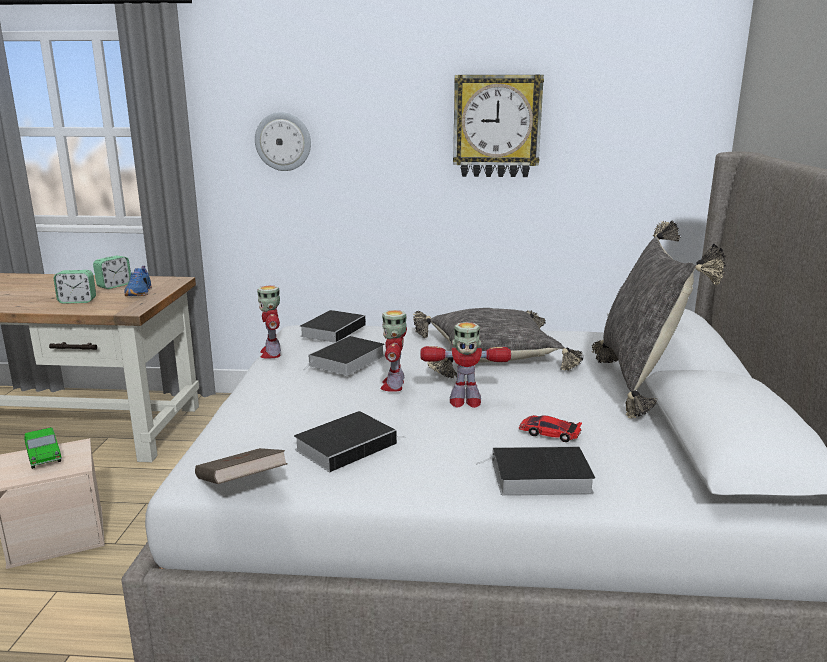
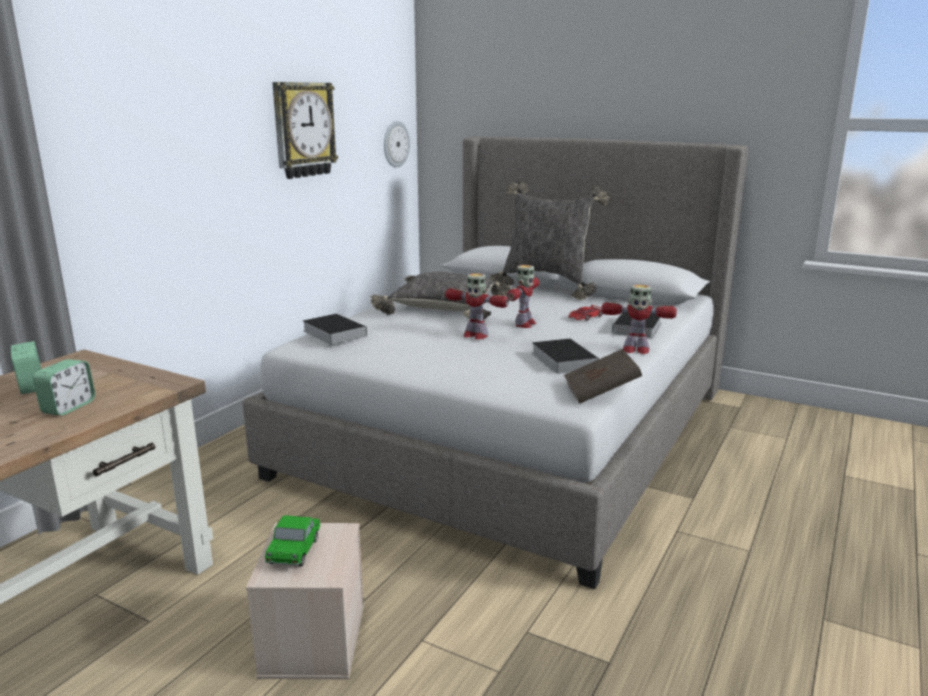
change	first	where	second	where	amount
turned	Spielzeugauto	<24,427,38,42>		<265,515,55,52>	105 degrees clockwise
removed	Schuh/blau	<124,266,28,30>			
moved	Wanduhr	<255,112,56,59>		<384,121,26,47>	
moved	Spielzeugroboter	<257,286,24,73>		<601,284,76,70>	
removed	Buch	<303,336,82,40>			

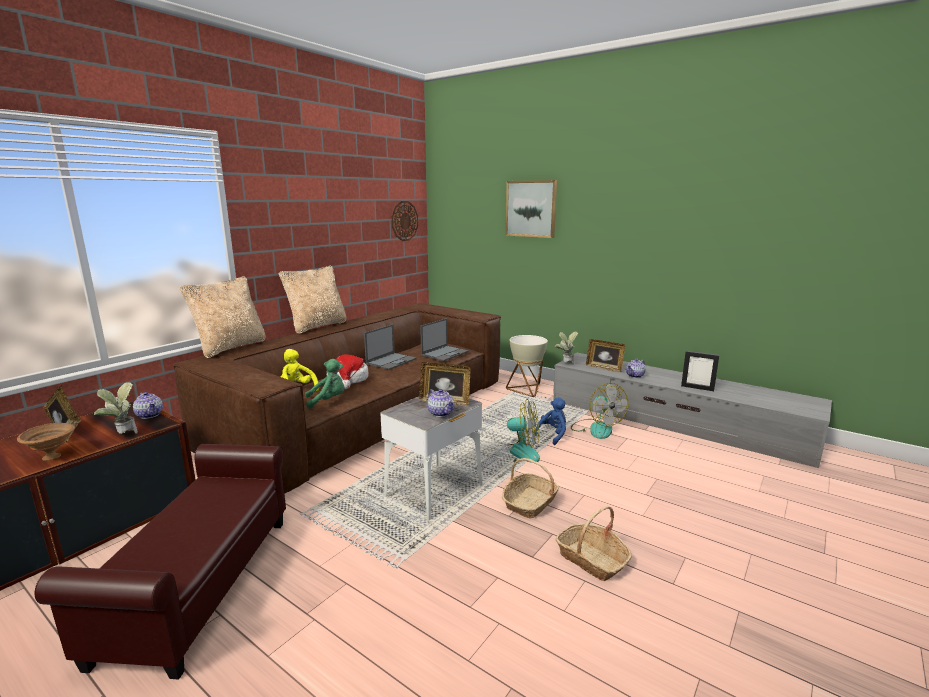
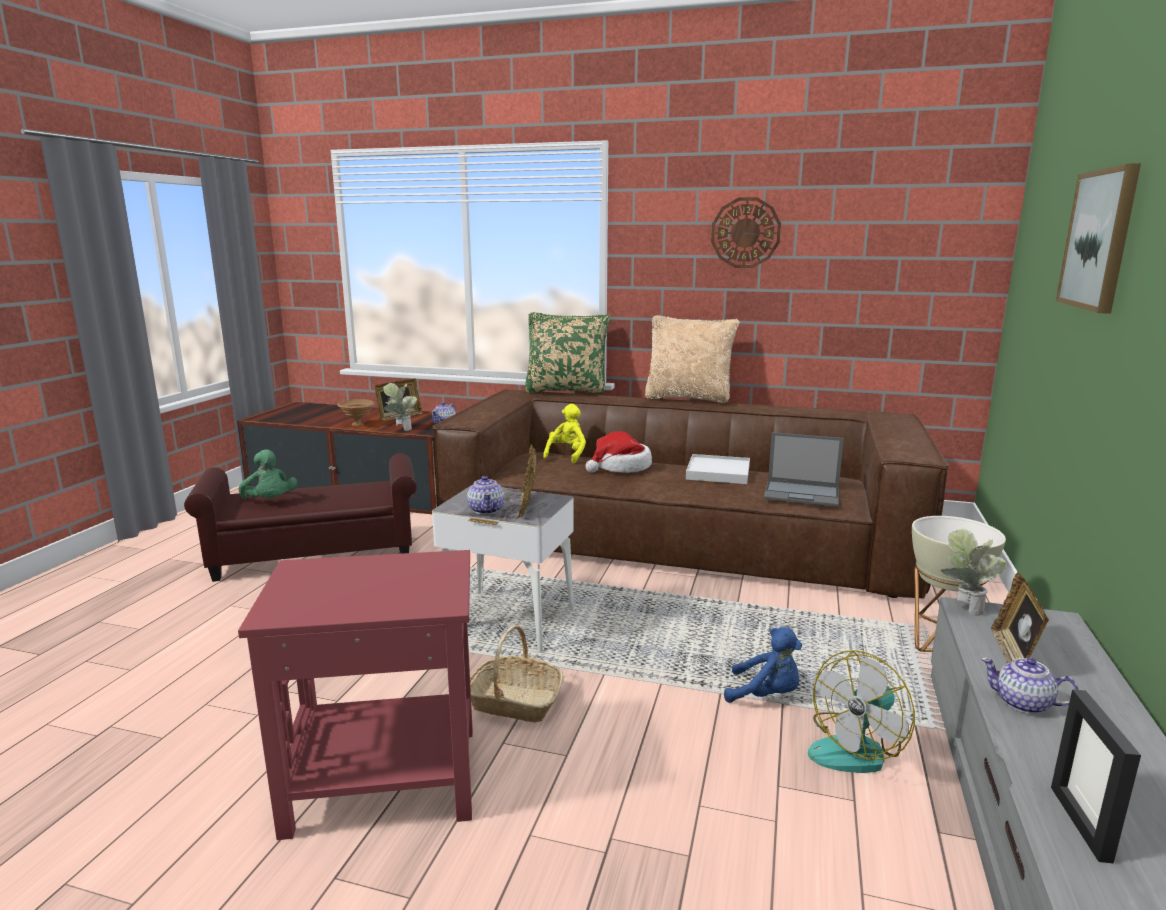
change	first	where	second	where	amount
recoloured	Kissen/beige	<180,276,86,82>	Kissen/grün	<525,312,86,83>	
moved	Plüschtier/grün	<305,359,40,50>		<239,449,58,51>	
replaced	Laptop	<364,324,53,46>	Tablett/weiß	<686,454,64,30>	
moved	Wanduhr	<391,201,27,40>		<711,197,70,71>	
turned	Teekanne	<428,389,26,28>		<467,476,37,39>	45 degrees counterclockwise
removed	Ventilator	<496,399,44,64>			
replaced	Korb	<555,506,77,75>	Beistelltisch/rot	<238,550,235,290>	

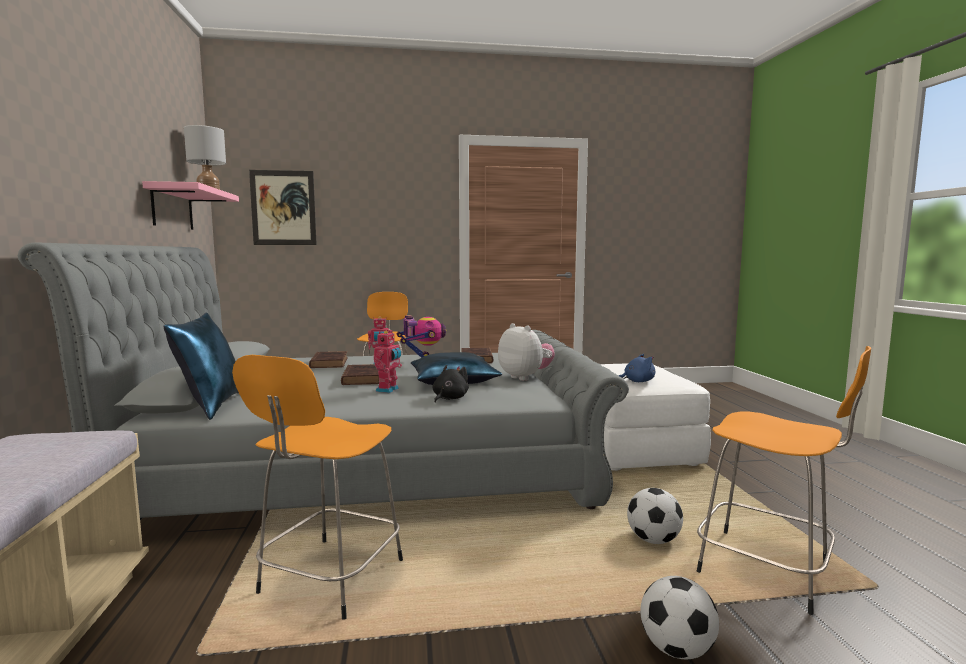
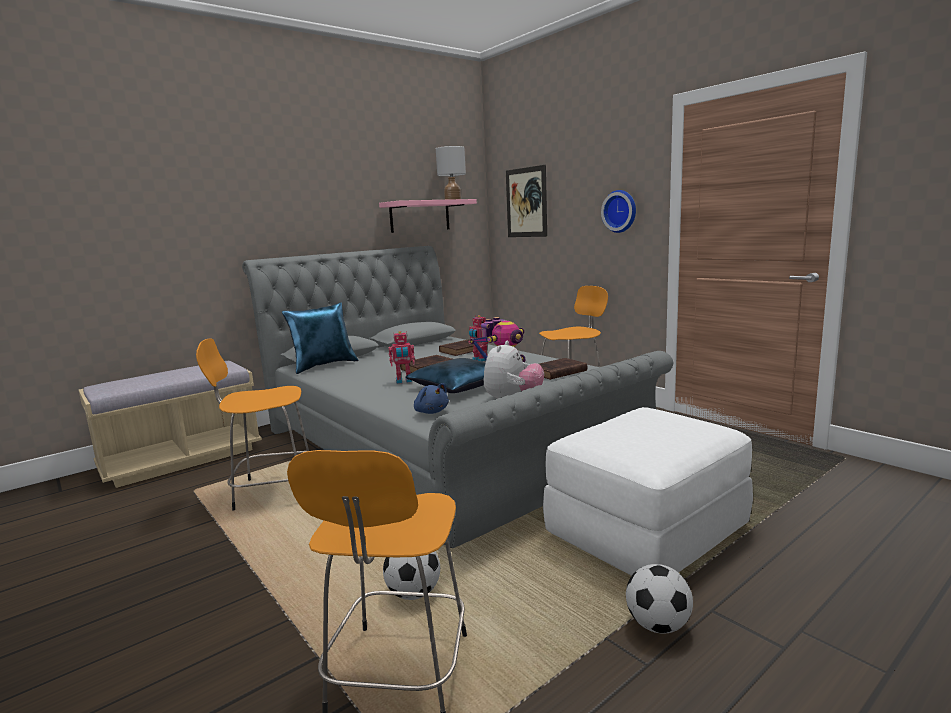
change	first	where	second	where	amount
removed	Plüschtier/schwarz	<432,365,37,38>			
moved	Plüschtier/blau	<618,354,37,28>		<414,383,35,31>	
moved	Fußball	<640,576,79,83>		<626,564,67,70>	
added			Wanduhr	<601,190,35,43>	

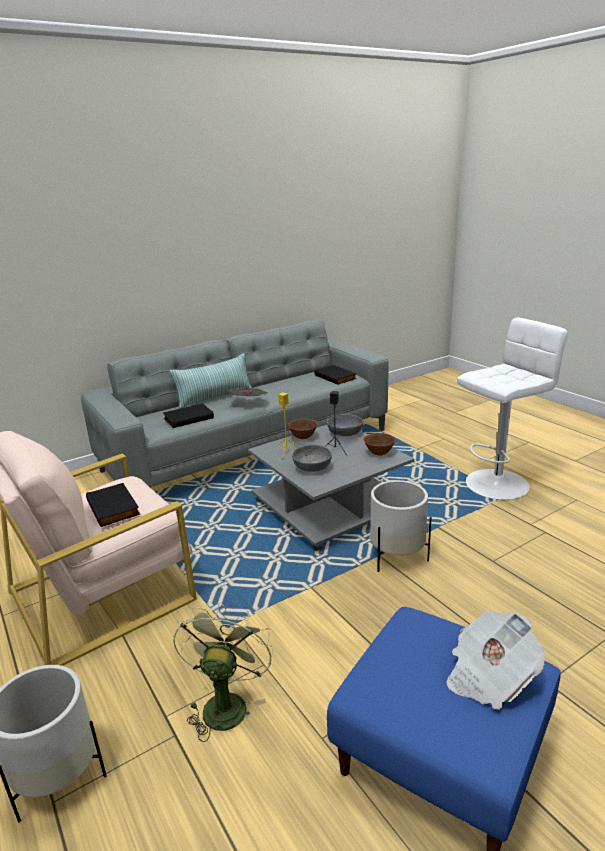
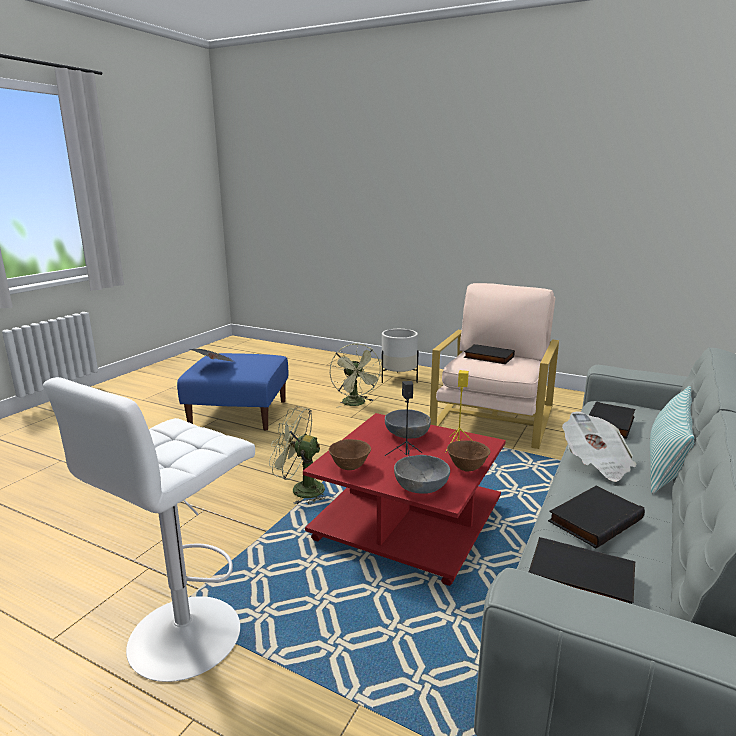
change	first	where	second	where	amount
recoloured	Couchtisch/grau	<248,425,166,126>	Couchtisch/rot	<303,413,203,173>	
replaced	Pflanzkübel/weiß	<370,480,62,92>	Ventilator/grün	<269,406,62,99>	
added			Buch/schwarz	<548,486,97,62>	

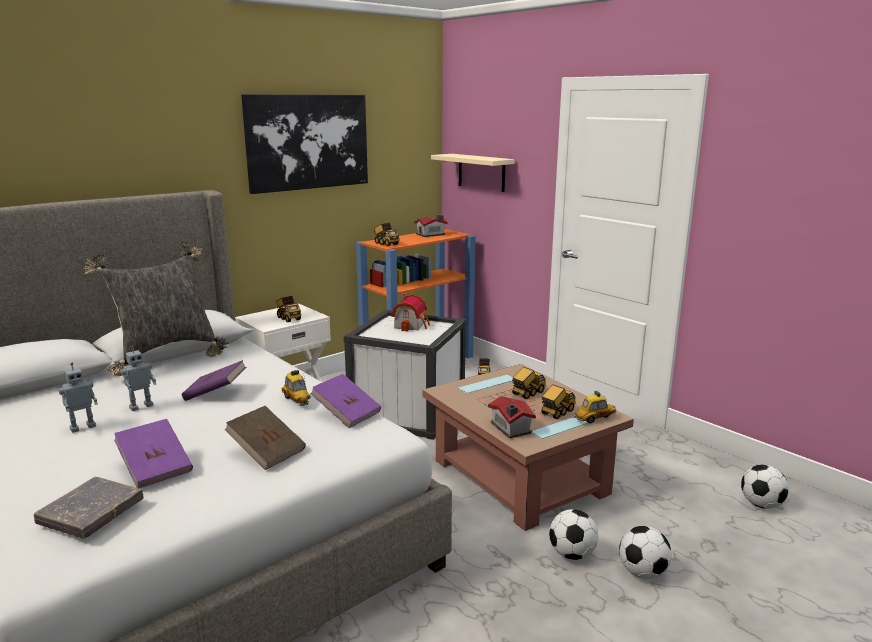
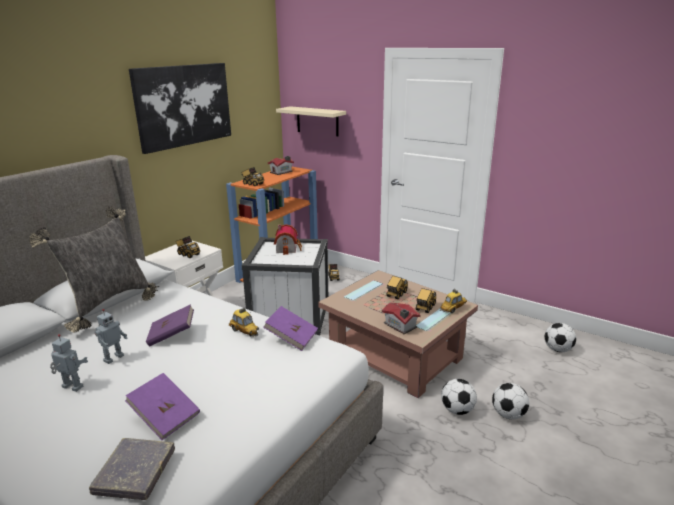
change	first	where	second	where	amount
turned	Spielzeugroboter	<58,362,40,71>		<50,334,38,58>	105 degrees counterclockwise
removed	Buch/braun	<225,406,81,64>			

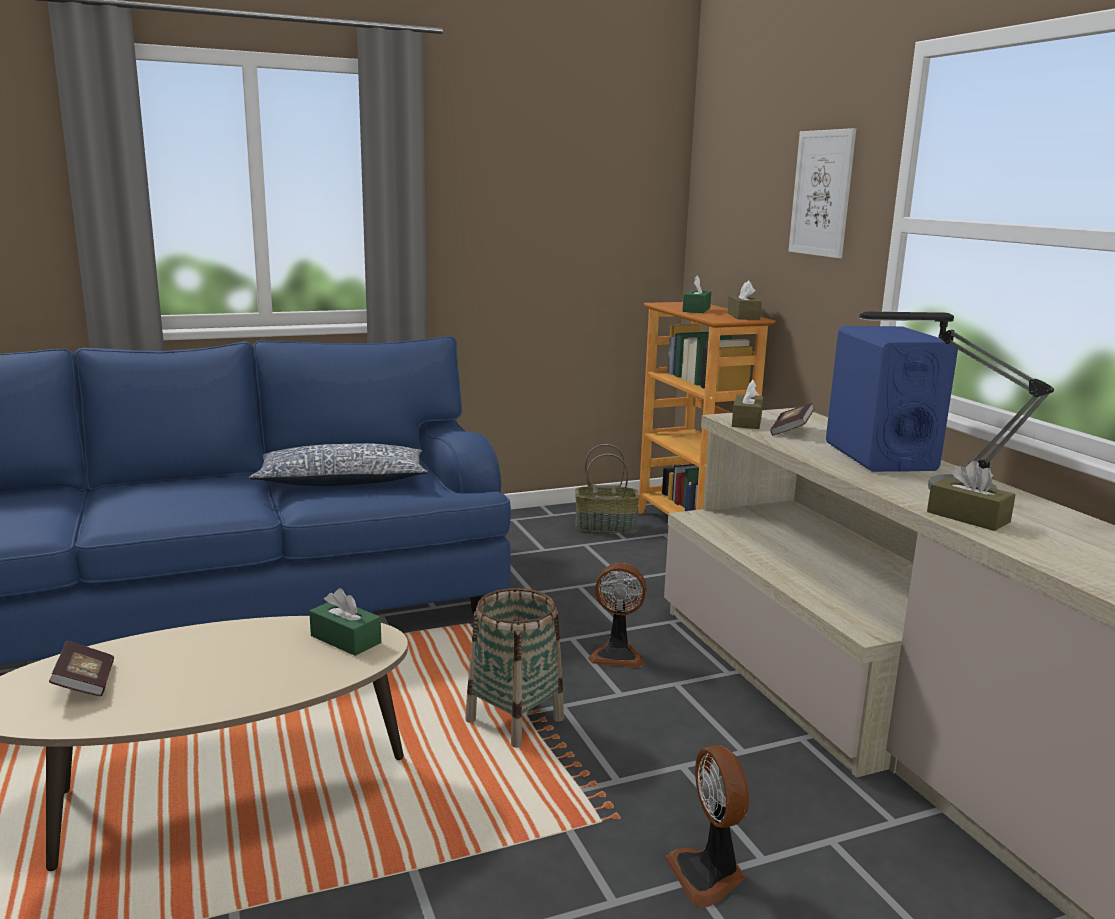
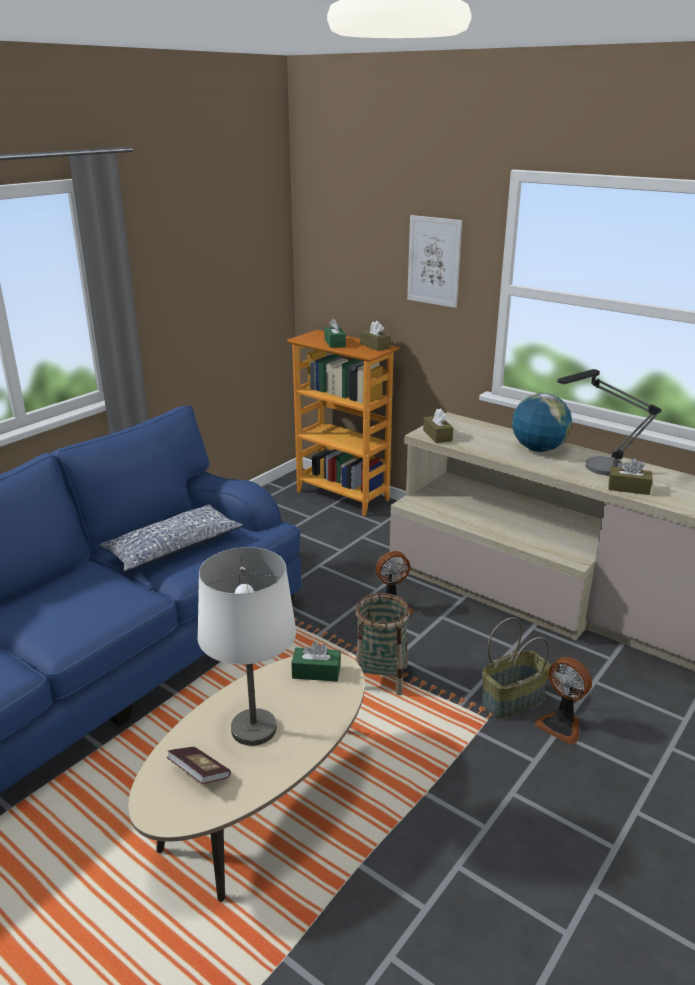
change	first	where	second	where	amount
moved	Korb	<575,444,65,89>		<481,617,70,102>	
removed	Buch	<770,403,45,32>			
replaced	Lautsprecher/blau	<826,326,132,146>	Globus	<512,393,60,59>	
added			Tischlampe/weiß	<197,547,99,199>	

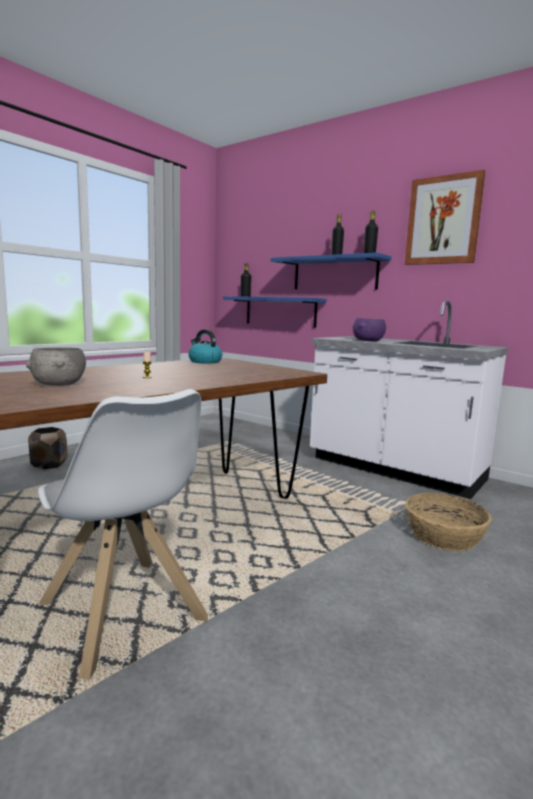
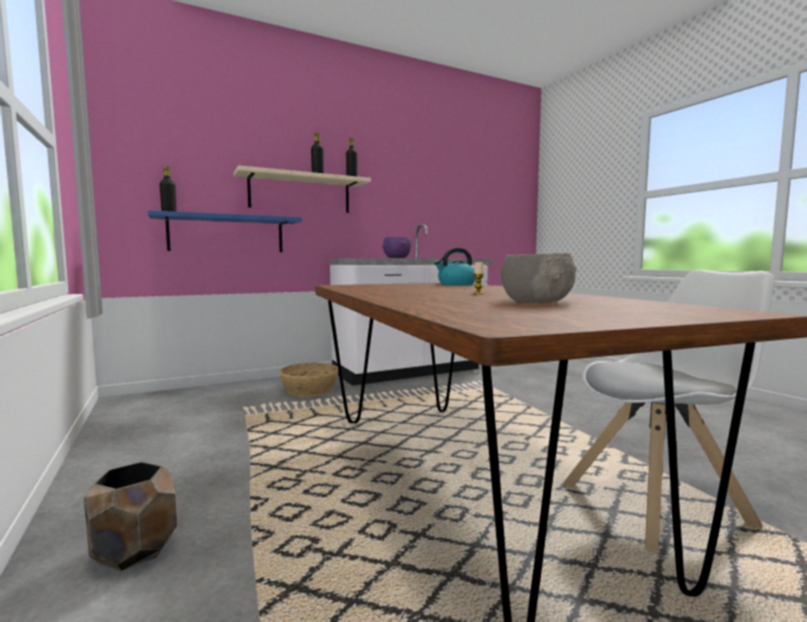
change	first	where	second	where	amount
moved	Wasserkessel	<188,329,34,35>		<434,248,42,37>	
recoloured	Wandregal/blau	<270,252,122,38>	Wandregal/beige	<234,165,137,48>	
removed	Bild	<405,170,81,95>			
moved	Korb	<405,493,87,58>		<279,363,59,34>	

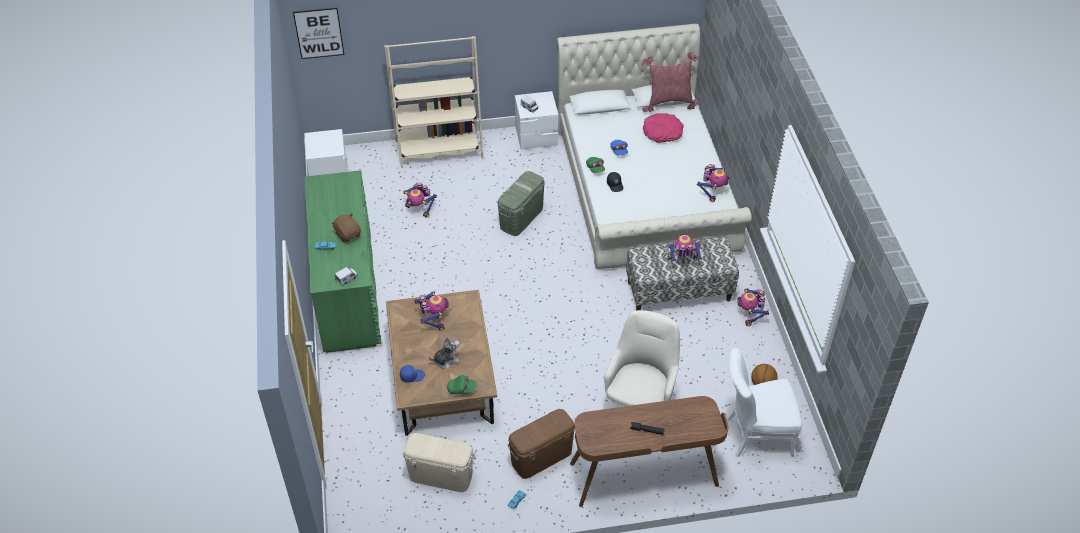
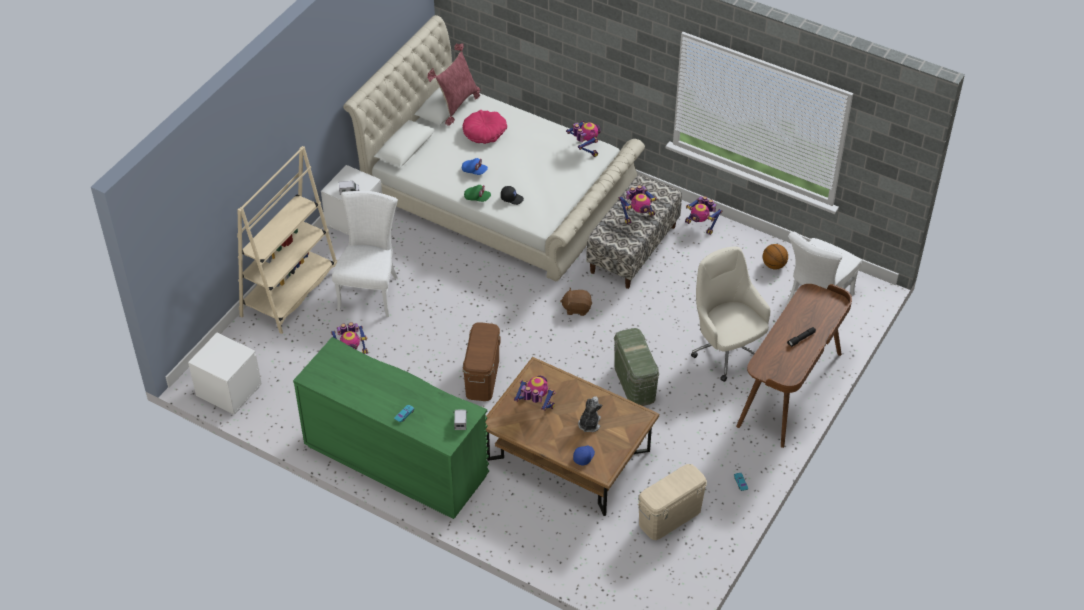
change	first	where	second	where	amount
removed	Bild	<293,8,51,51>			
moved	Plüschtier/braun	<331,213,30,30>		<560,288,32,28>	
removed	Kappe/grün	<447,375,30,19>			
moved	Aufbewahrungsbox/grün	<497,171,48,65>		<614,328,45,78>	
moved	Aufbewahrungsbox/braun	<507,409,68,70>		<463,322,37,79>	
turned	Spielzeugroboter	<667,234,35,27>		<618,185,39,39>	150 degrees counterclockwise
added			Stuhl/weiß	<332,191,66,126>	

